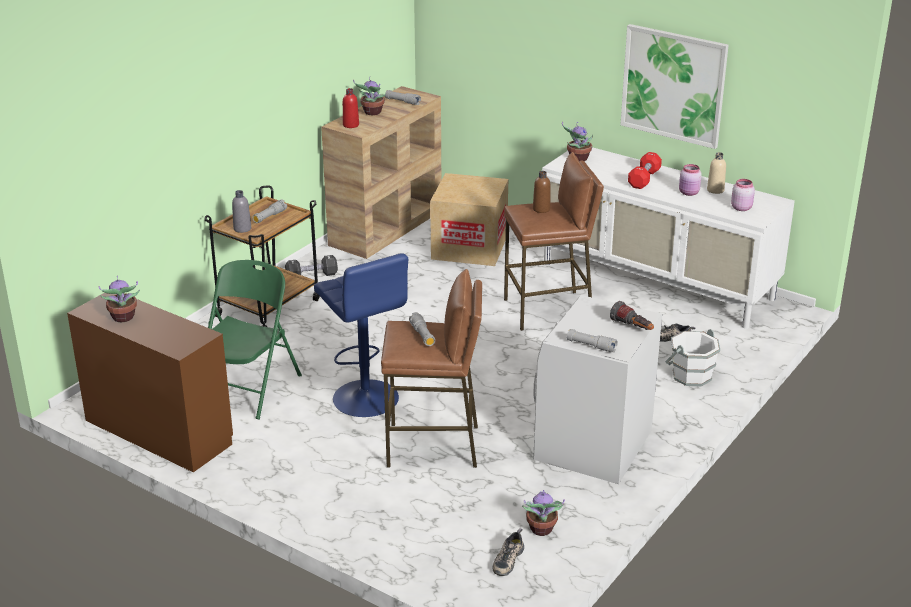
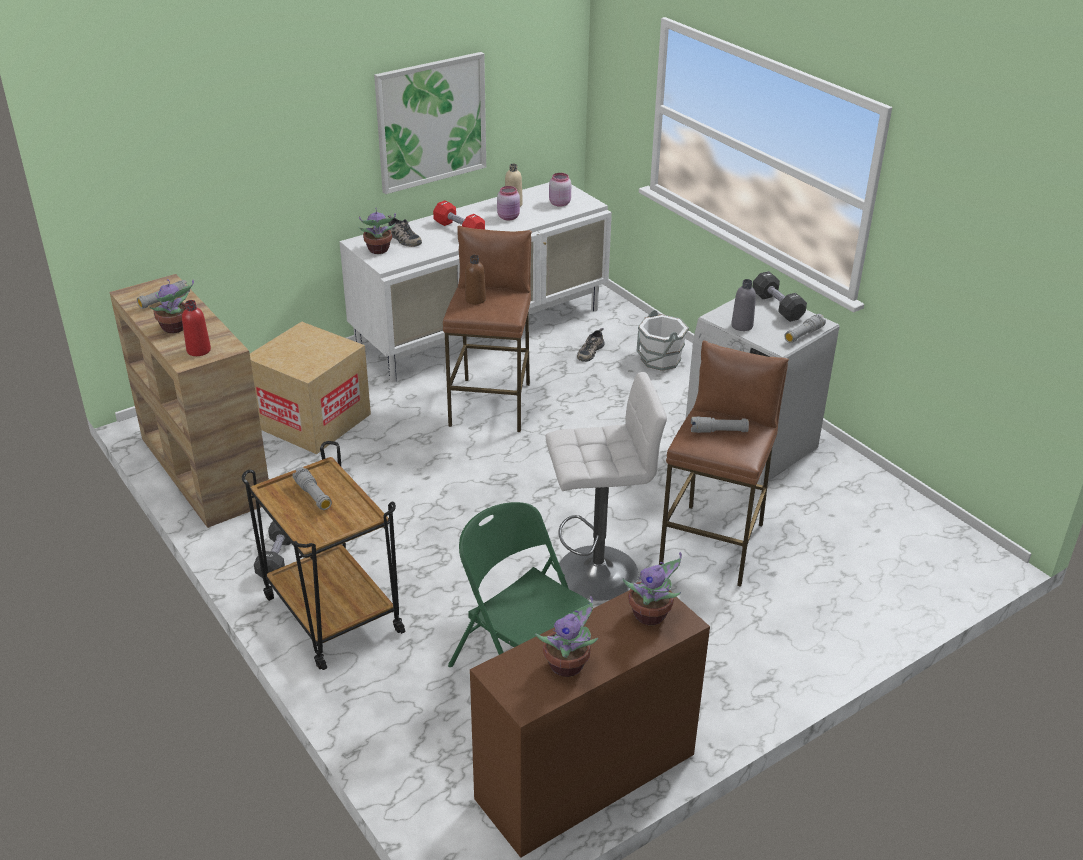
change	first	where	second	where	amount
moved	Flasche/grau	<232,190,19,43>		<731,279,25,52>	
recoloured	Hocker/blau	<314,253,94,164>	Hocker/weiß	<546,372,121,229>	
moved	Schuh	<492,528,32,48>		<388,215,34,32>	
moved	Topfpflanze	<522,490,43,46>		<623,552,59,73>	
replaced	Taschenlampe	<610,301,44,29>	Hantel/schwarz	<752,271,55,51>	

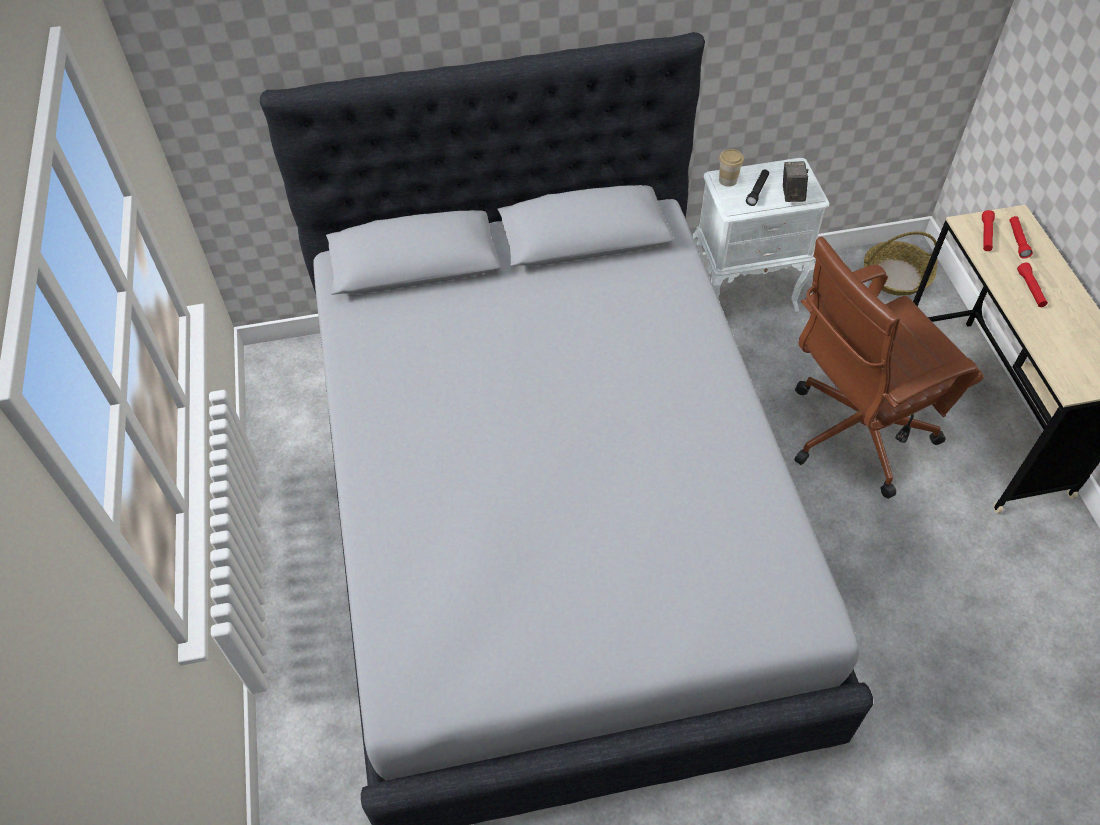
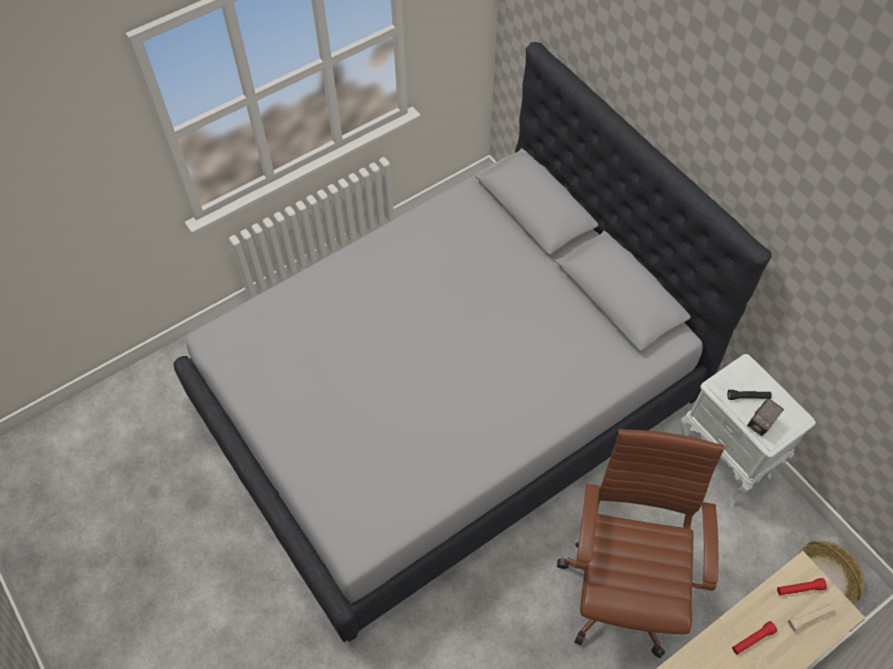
change	first	where	second	where	amount
removed	Tasse	<719,149,25,38>			
turned	Kamera	<783,161,26,41>		<747,399,37,37>	150 degrees clockwise
turned	Bürostuhl/braun	<794,236,190,263>		<557,429,167,229>	60 degrees clockwise
recoloured	Taschenlampe/rot	<1009,216,24,43>	Taschenlampe/beige	<787,604,48,28>	

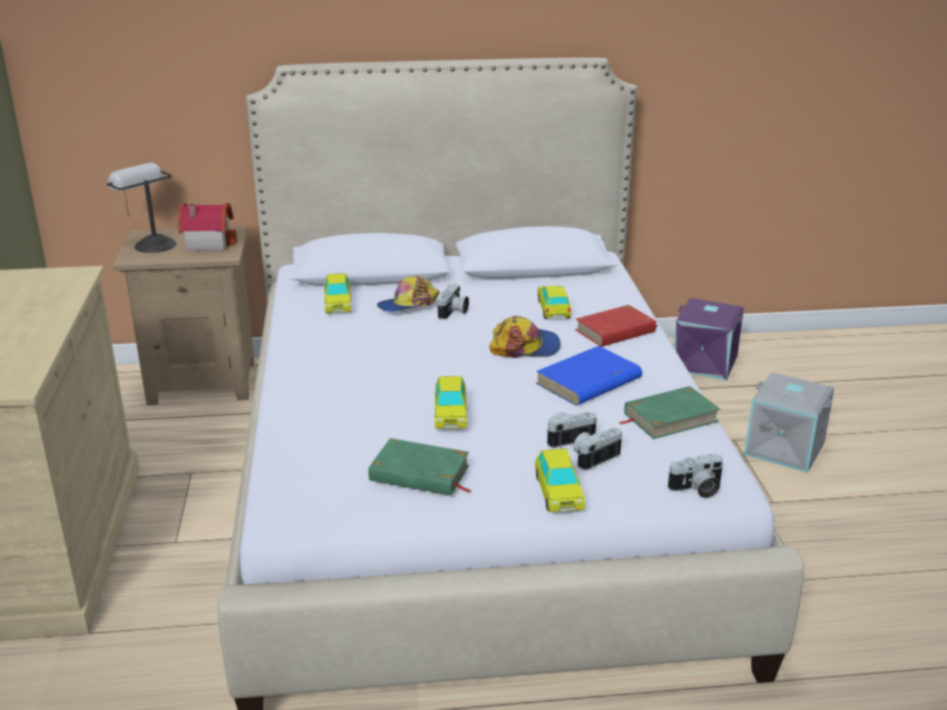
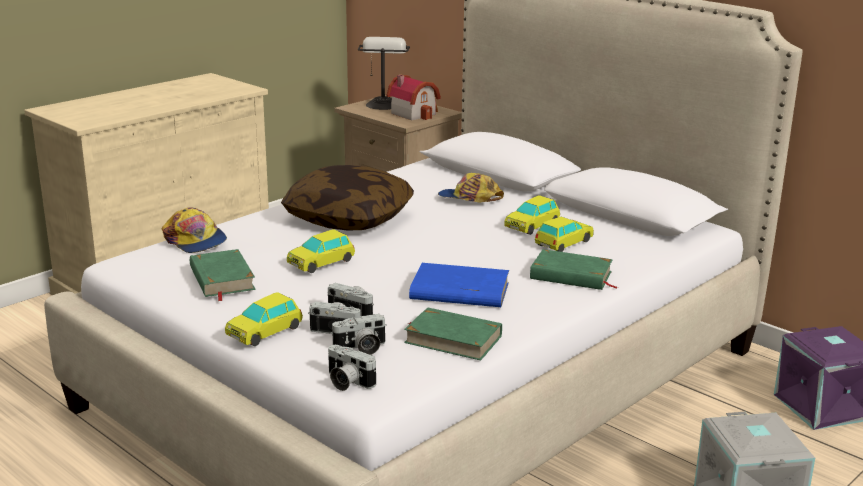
change	first	where	second	where	amount
moved	Spielzeugauto	<325,273,27,40>		<504,195,56,40>	
moved	Kamera	<438,284,31,36>		<331,314,56,41>	
moved	Kappe	<489,316,71,42>		<162,207,65,46>	
recoloured	Buch/rot	<575,305,82,42>	Buch/grün	<530,249,87,41>	
added			Kissen	<281,165,133,66>	

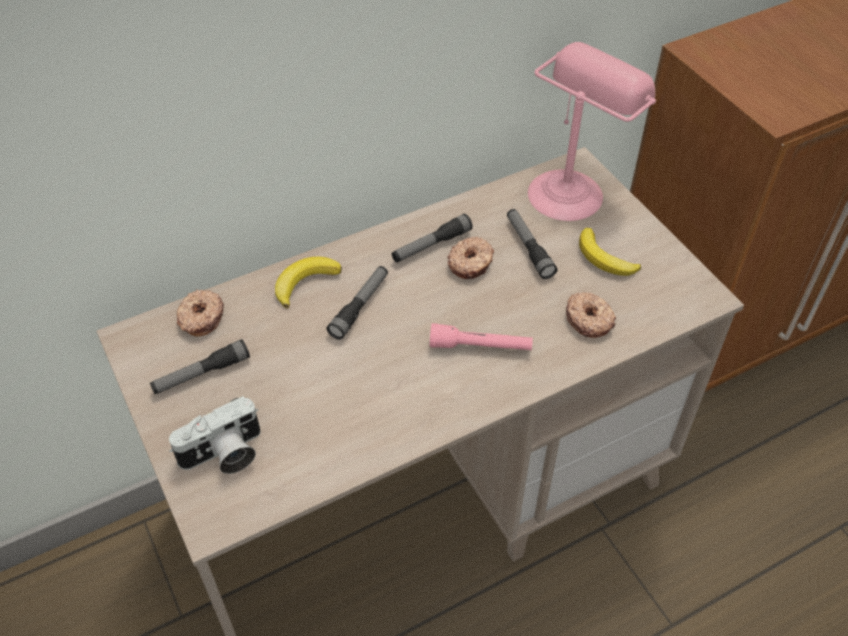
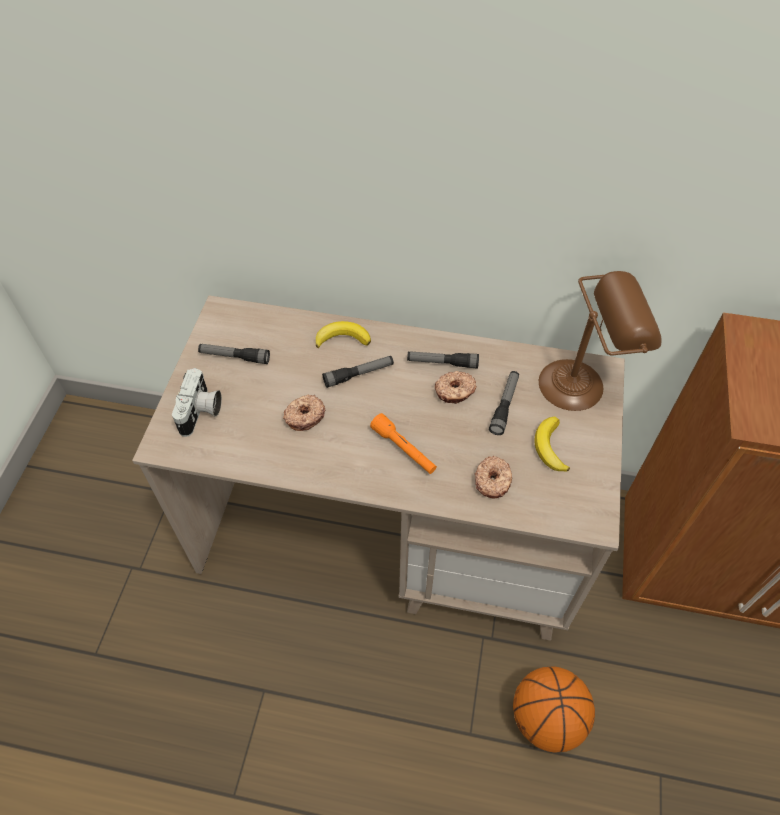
change	first	where	second	where	amount
turned	Kamera	<169,396,92,78>		<172,368,50,69>	90 degrees counterclockwise
moved	Donut	<177,289,47,48>		<283,395,42,36>	
recoloured	Taschenlampe/rosa	<430,323,103,27>	Taschenlampe/orange	<370,413,67,61>	
recoloured	Tischlampe/rosa	<528,42,128,179>	Tischlampe/braun	<539,271,123,140>	
added			Basketball	<513,666,82,87>	

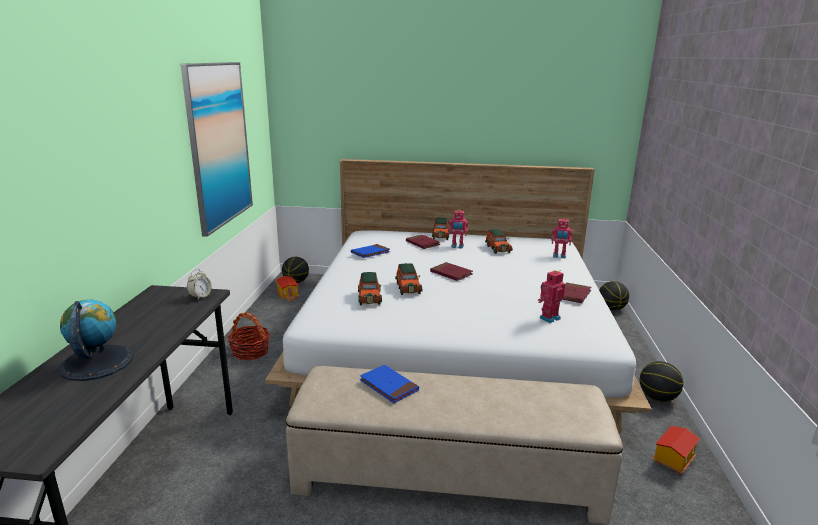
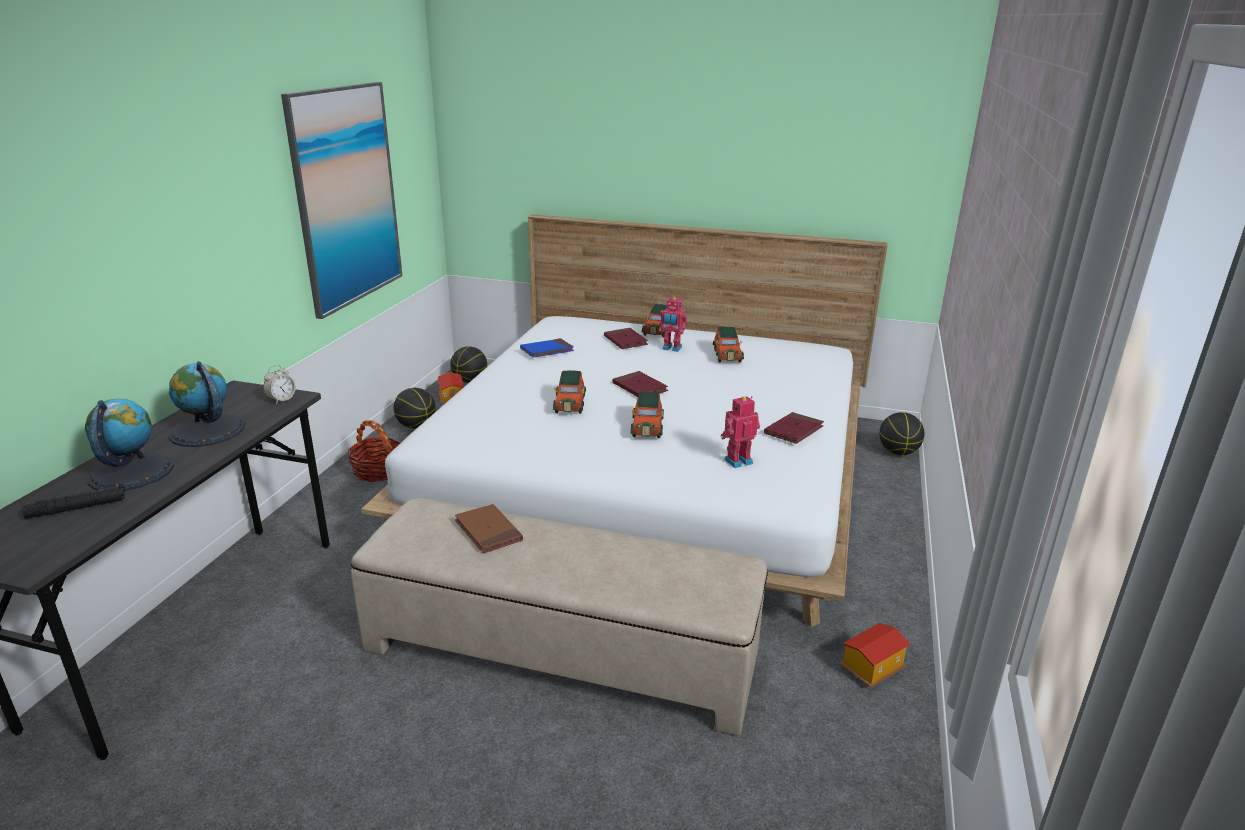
change	first	where	second	where	amount
moved	Spielzeugauto	<358,272,24,33>		<630,392,34,46>	
recoloured	Buch/blau	<360,365,59,38>	Buch/braun	<455,504,68,49>	
removed	Spielzeugroboter	<551,218,22,40>			
moved	Basketball	<640,361,43,41>		<393,388,43,40>	
added			Taschenlampe/schwarz	<22,486,103,33>	
added			Globus	<168,361,77,86>	

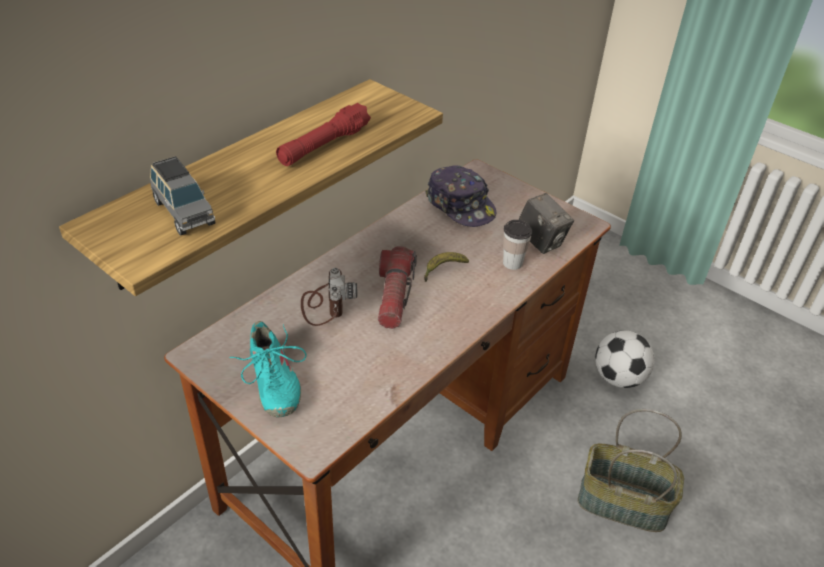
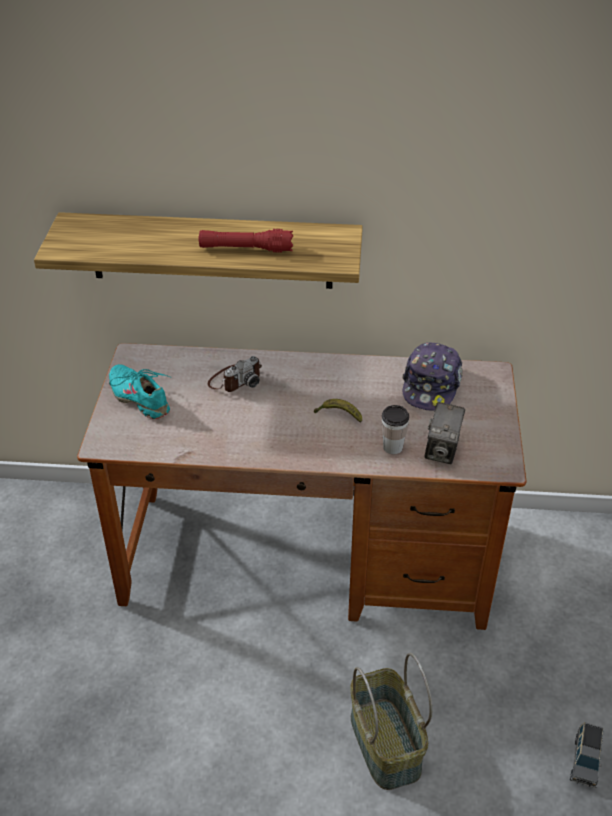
change	first	where	second	where	amount
moved	Spielzeugauto/grau	<150,156,65,80>		<570,722,33,66>	
turned	Schuh/türkis	<230,321,77,96>		<109,364,63,55>	105 degrees clockwise
removed	Taschenlampe	<378,246,39,83>			
removed	Fußball	<595,330,60,58>			

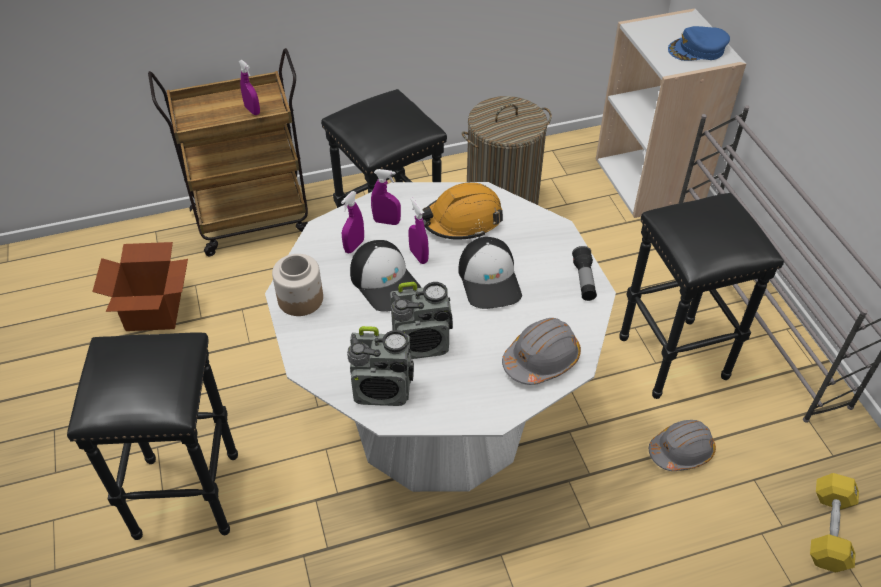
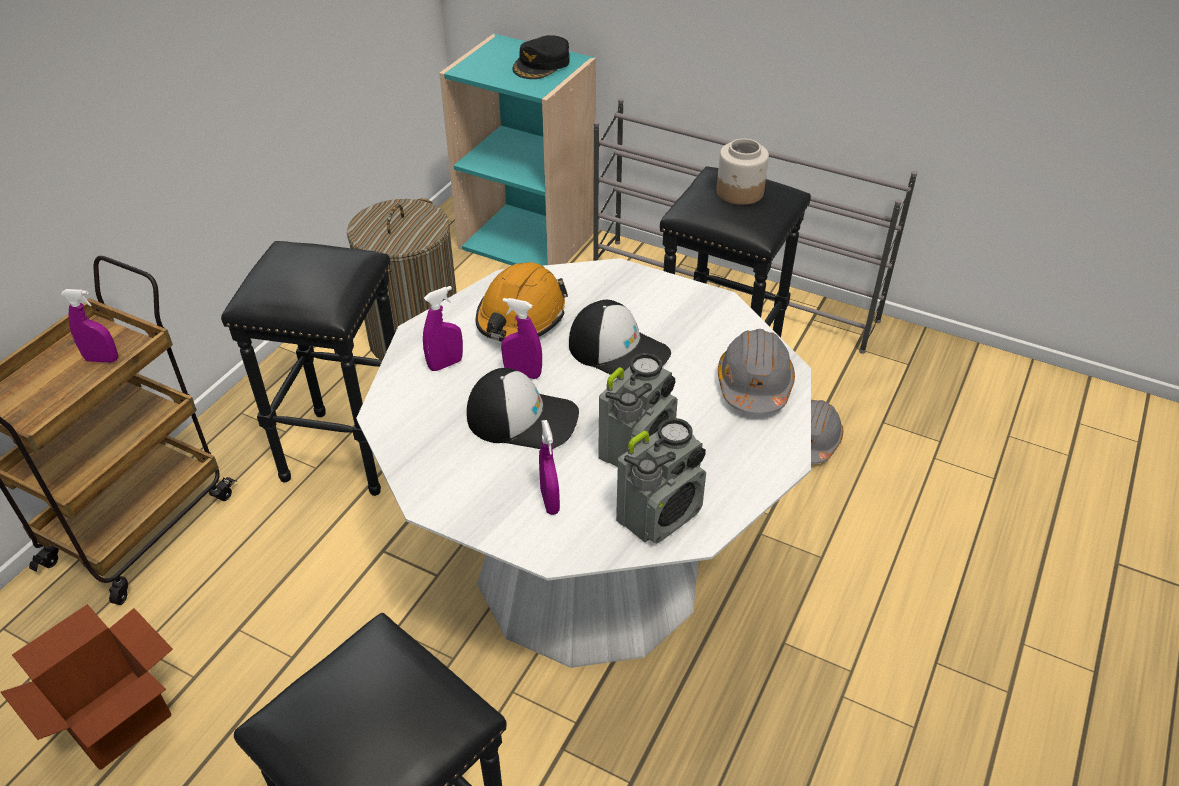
change	first	where	second	where	amount
moved	Vorratsglas	<272,254,51,62>		<716,138,53,67>	
moved	Sprühflasche/lila	<341,191,23,62>		<539,420,21,95>	
removed	Taschenlampe	<572,246,25,55>			
recoloured	Bücherregal/weiß	<596,8,150,210>	Bücherregal/türkis	<439,34,157,232>	
recoloured	Kappe/blau	<668,26,62,35>	Kappe/schwarz	<512,35,58,44>	
removed	Hantel/gelb	<810,473,49,99>			

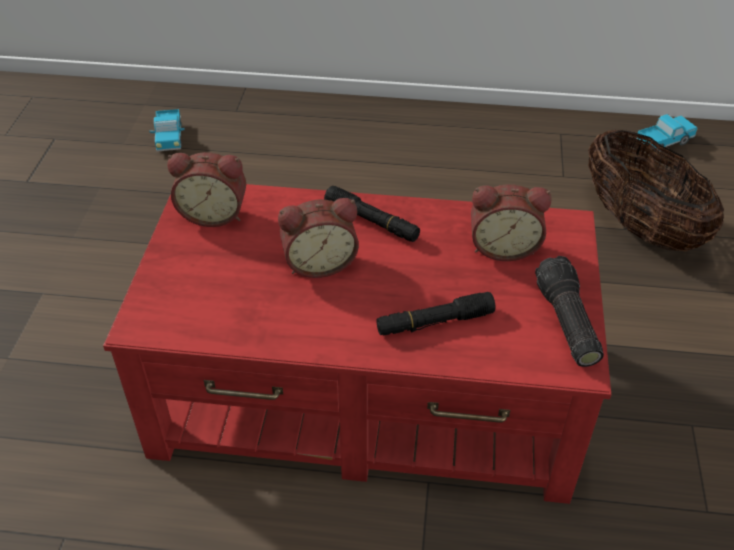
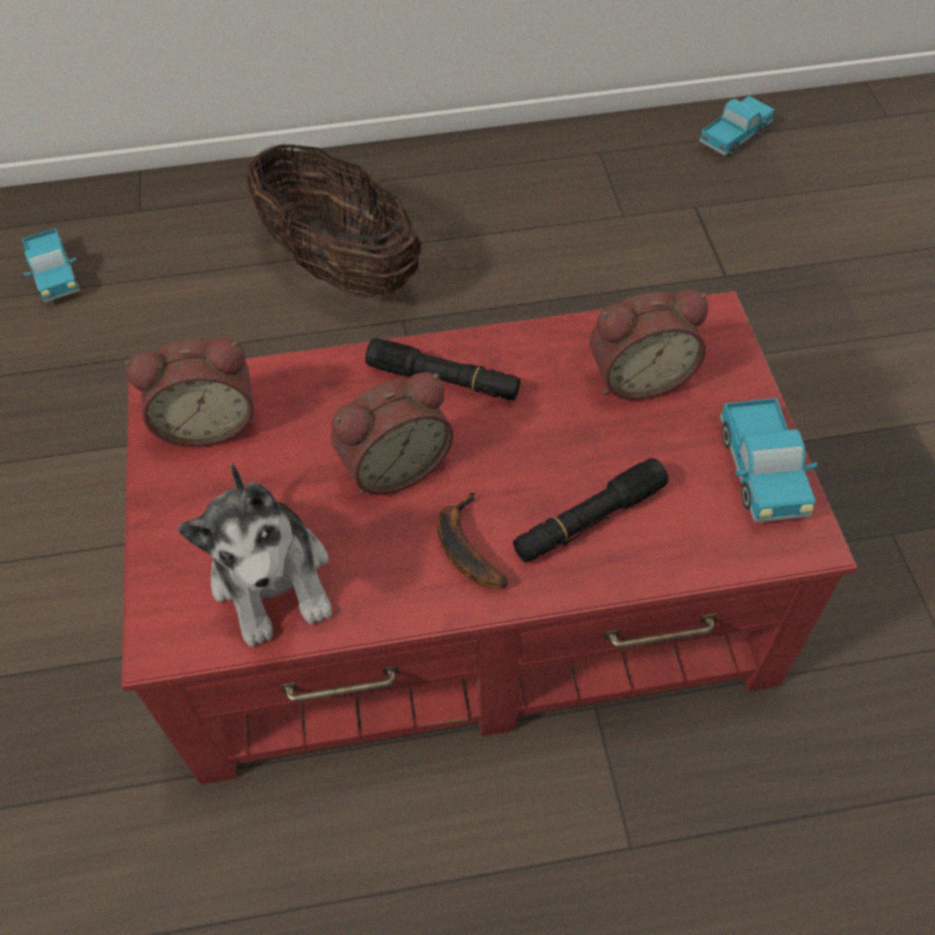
change	first	where	second	where	amount
replaced	Taschenlampe	<535,256,69,111>	Spielzeuglaster	<720,398,97,125>	
moved	Korb	<588,129,136,123>		<247,143,174,154>	
added			Plüschtier	<177,462,155,185>	
added			Banane	<437,491,71,98>	

